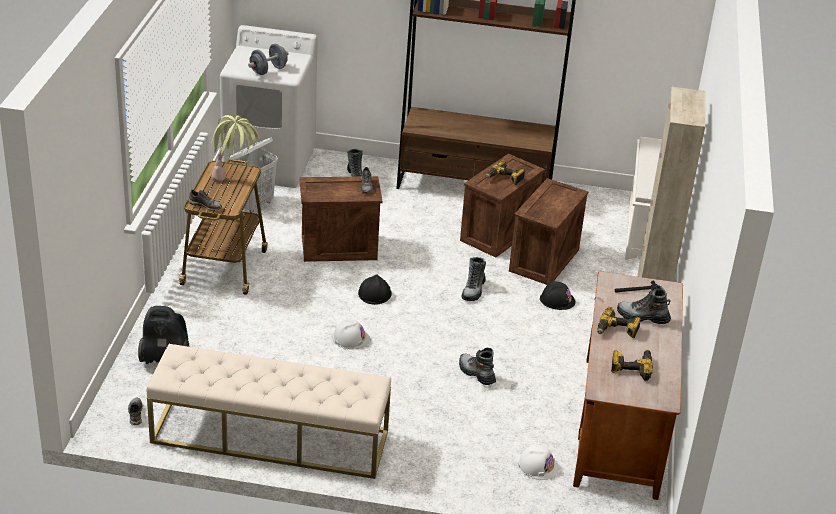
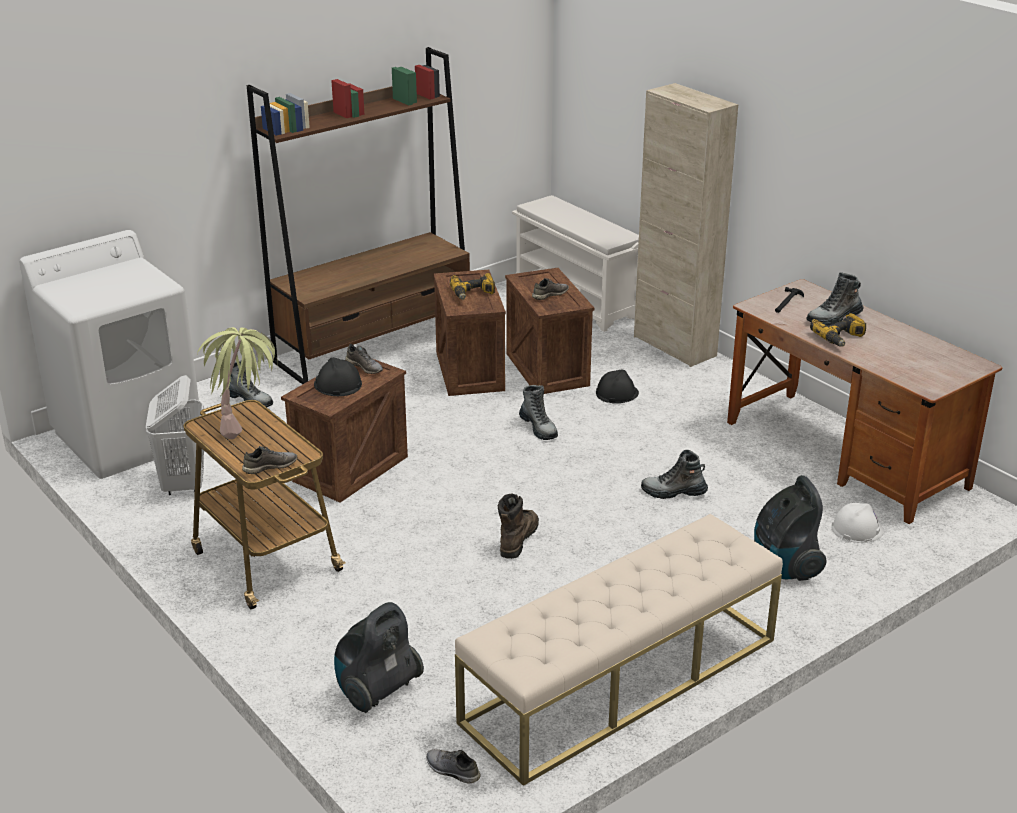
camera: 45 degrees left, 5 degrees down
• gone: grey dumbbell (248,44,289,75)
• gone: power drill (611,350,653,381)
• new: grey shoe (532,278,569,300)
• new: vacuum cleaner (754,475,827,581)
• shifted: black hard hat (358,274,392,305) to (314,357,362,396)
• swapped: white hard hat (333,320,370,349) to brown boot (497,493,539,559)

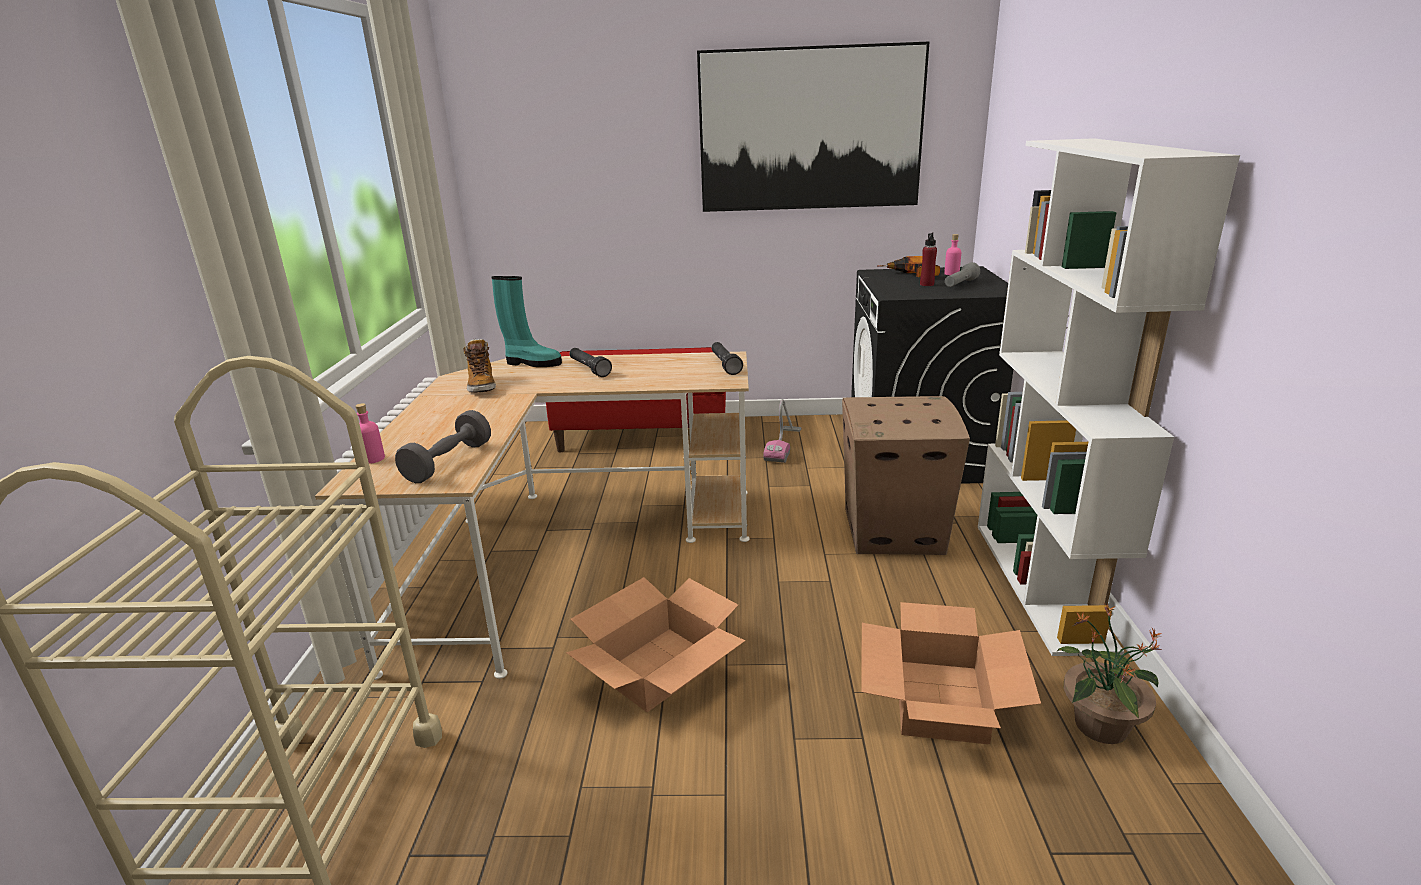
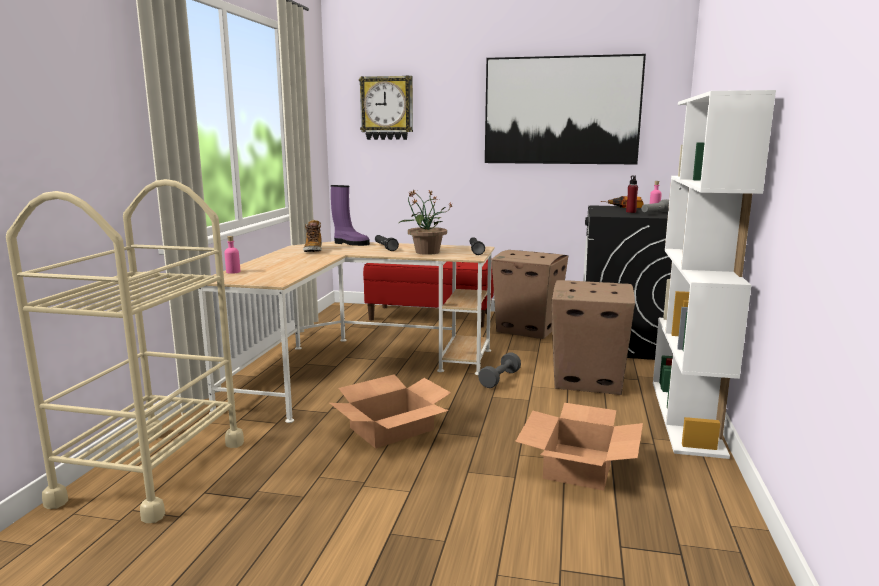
camera: 10 degrees right, 10 degrees down
• new: wall clock (359,75,413,140)
• shifted: grey dumbbell (395,410,491,483) to (478,353,521,388)
• shifted: potted plant (1056,603,1163,744) to (399,189,452,255)
• swapped: vacuum cleaner (763,399,802,463) to cardboard box (492,250,568,339)
• repainted: turquoise boot (492,276,562,367) to purple boot (331,185,370,246)

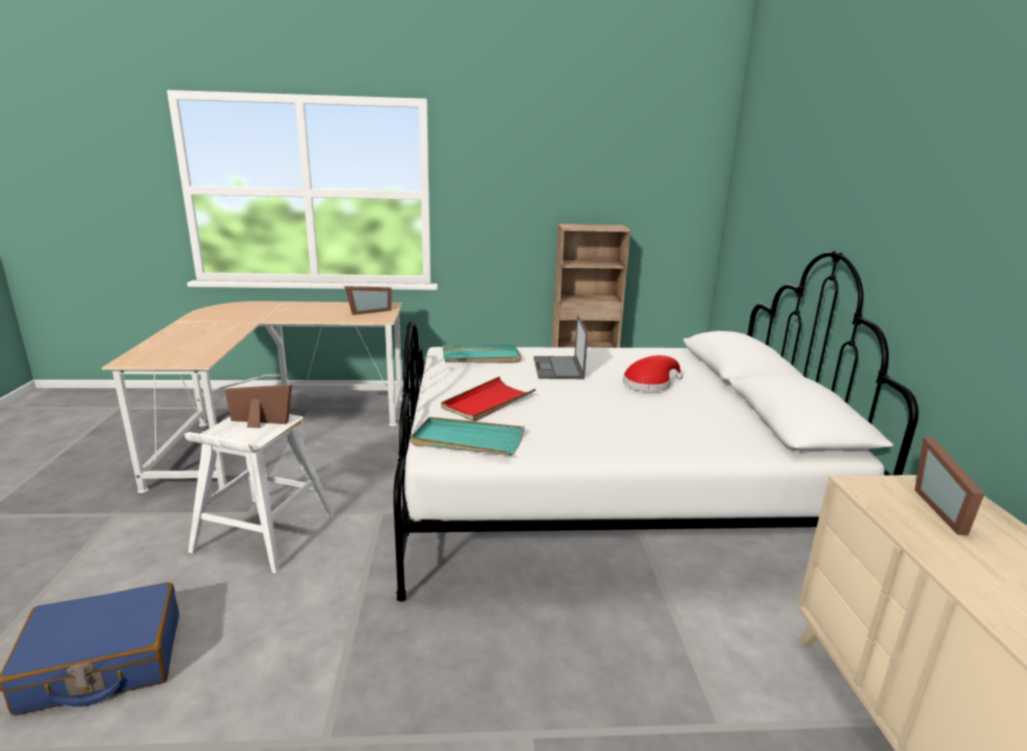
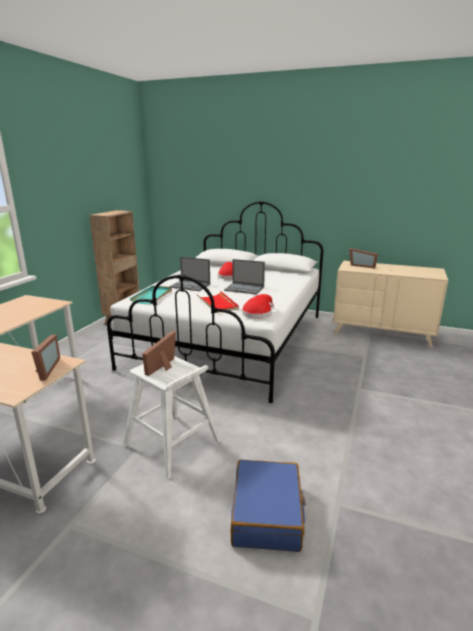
camera: 65 degrees left, 0 degrees up
• new: laptop (224,259,265,294)
• shifted: picture frame (344,286,391,315) to (31,335,60,380)
• swapped: turquoise tray (411,417,525,456) to red hat (242,294,274,319)

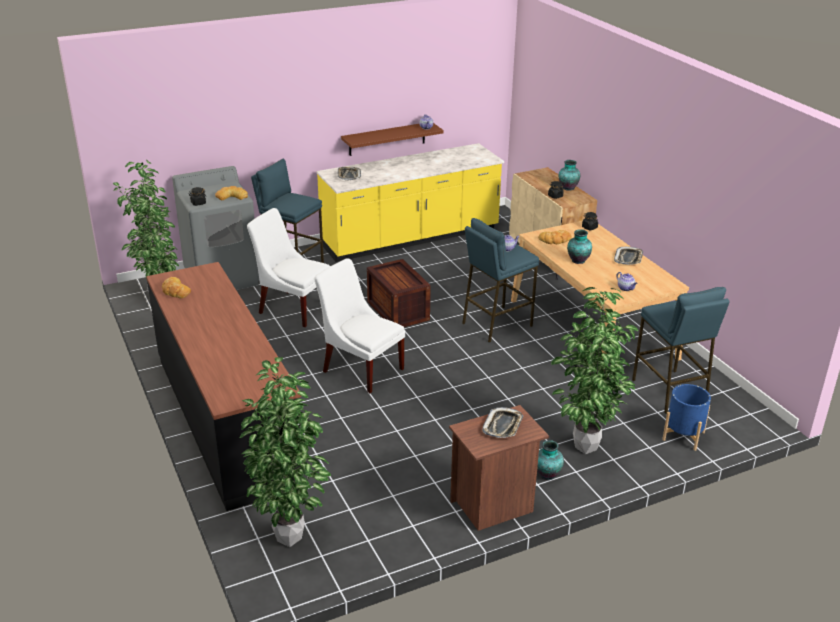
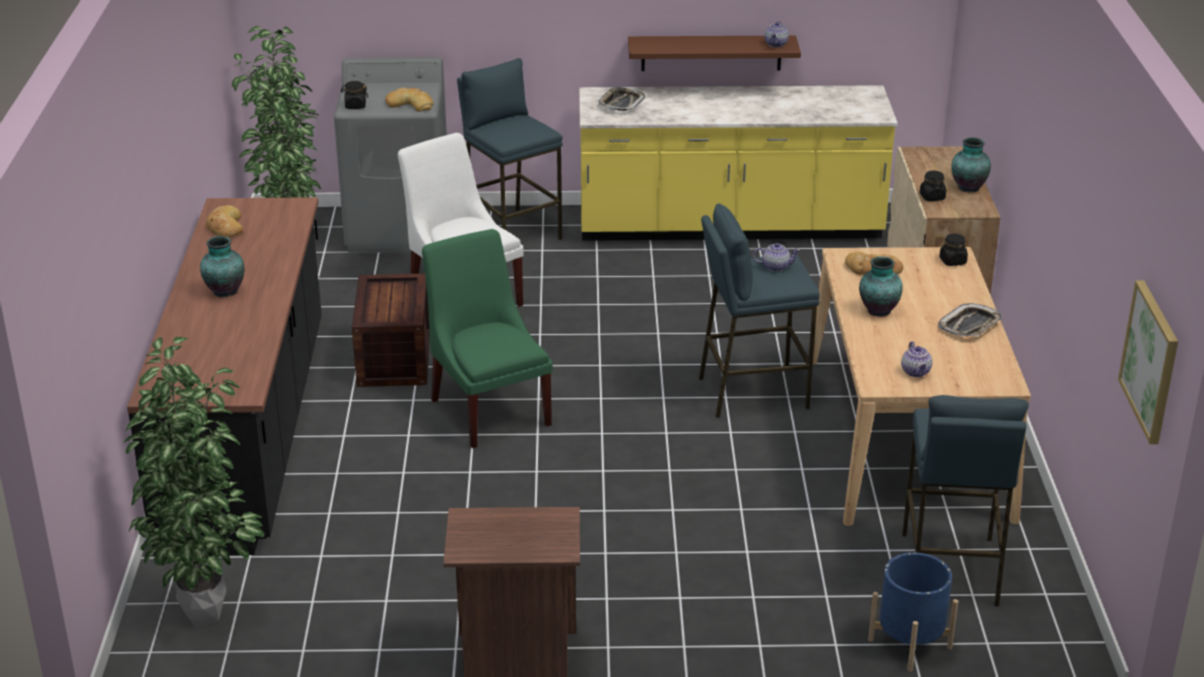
camera: 25 degrees right, 0 degrees up
• gone: tray (482,407,523,438)
• gone: potted plant (551,287,638,454)
• new: picture (1118,280,1178,444)
• shifted: crate (367,259,431,327) to (352,274,430,387)
• shifted: vase (537,440,564,480) to (200,236,245,297)
• repainted: white chair (314,258,405,393) to green chair (422,229,553,448)

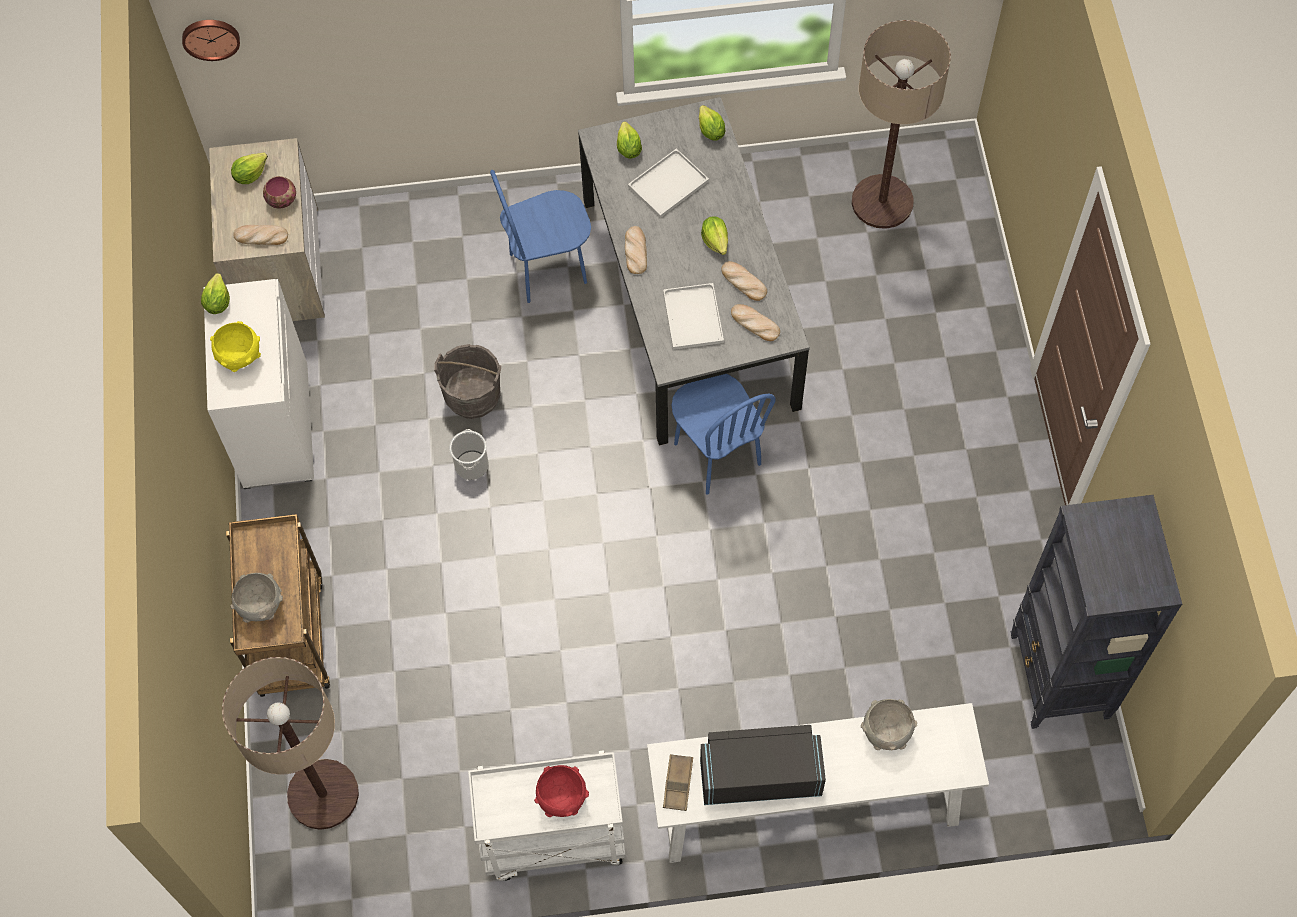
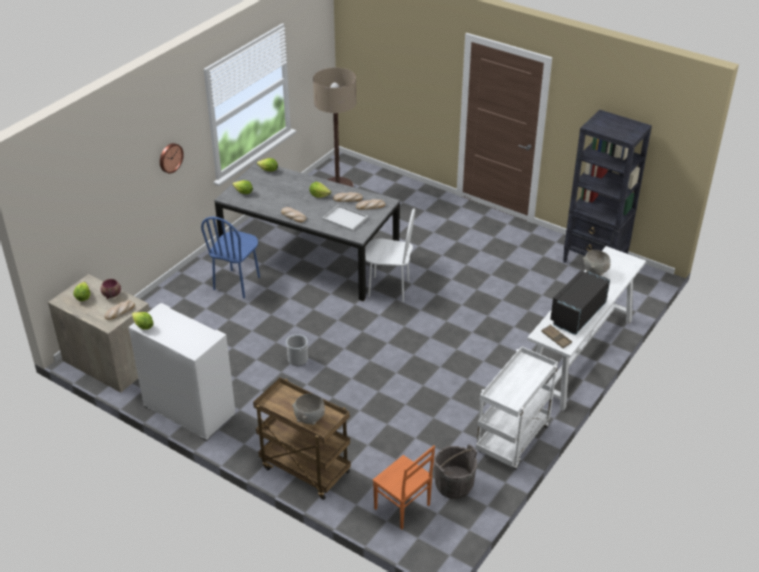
camera: 50 degrees left, 25 degrees down
• gone: yellow bowl (210,321,261,372)
• gone: red bowl (534,765,589,817)
• gone: white tray (628,148,709,218)
• shifted: wall clock (182,20,240,61) to (160,143,184,173)
• shifted: grey bucket (434,344,501,419) to (434,444,477,499)
• swapped: floor lamp (222,657,359,830) to orange chair (373,445,435,529)
• repainted: blue chair (672,374,775,495) to white chair (365,208,415,302)

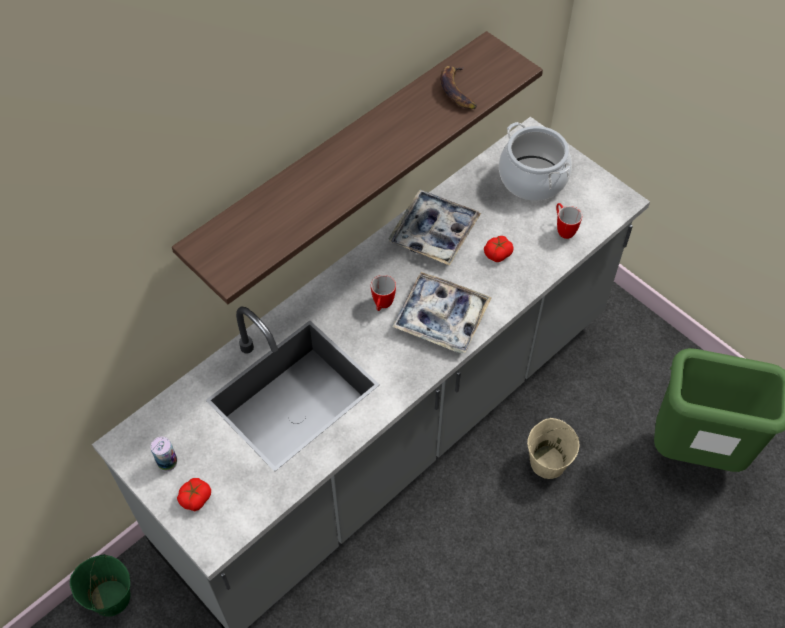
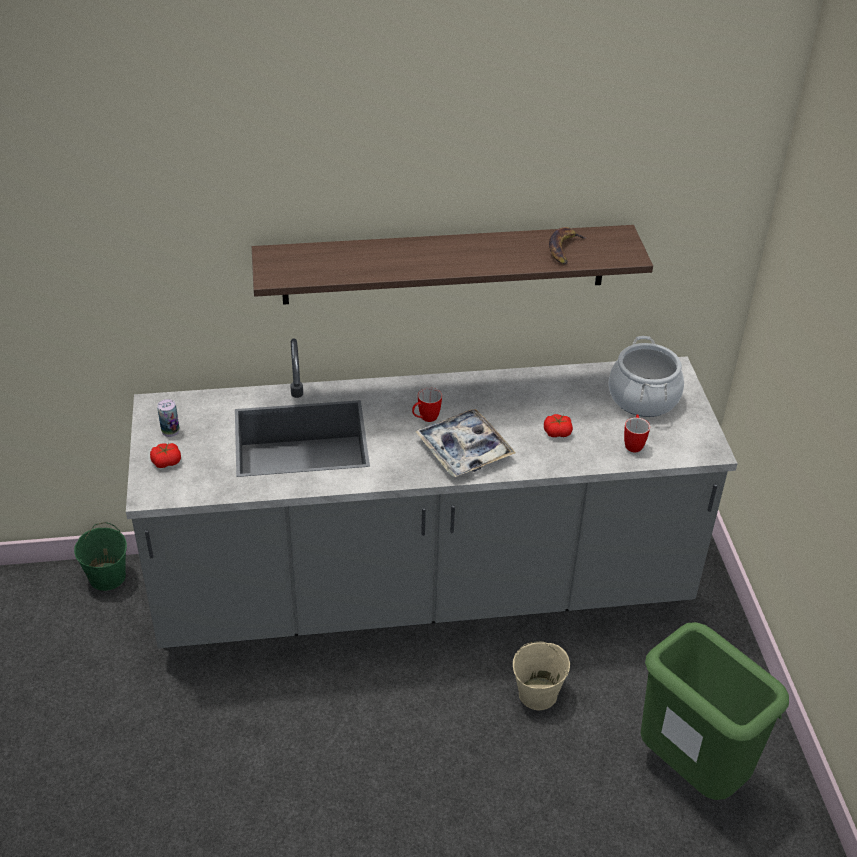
camera: 35 degrees right, 15 degrees down
• gone: tray (389,190,481,265)

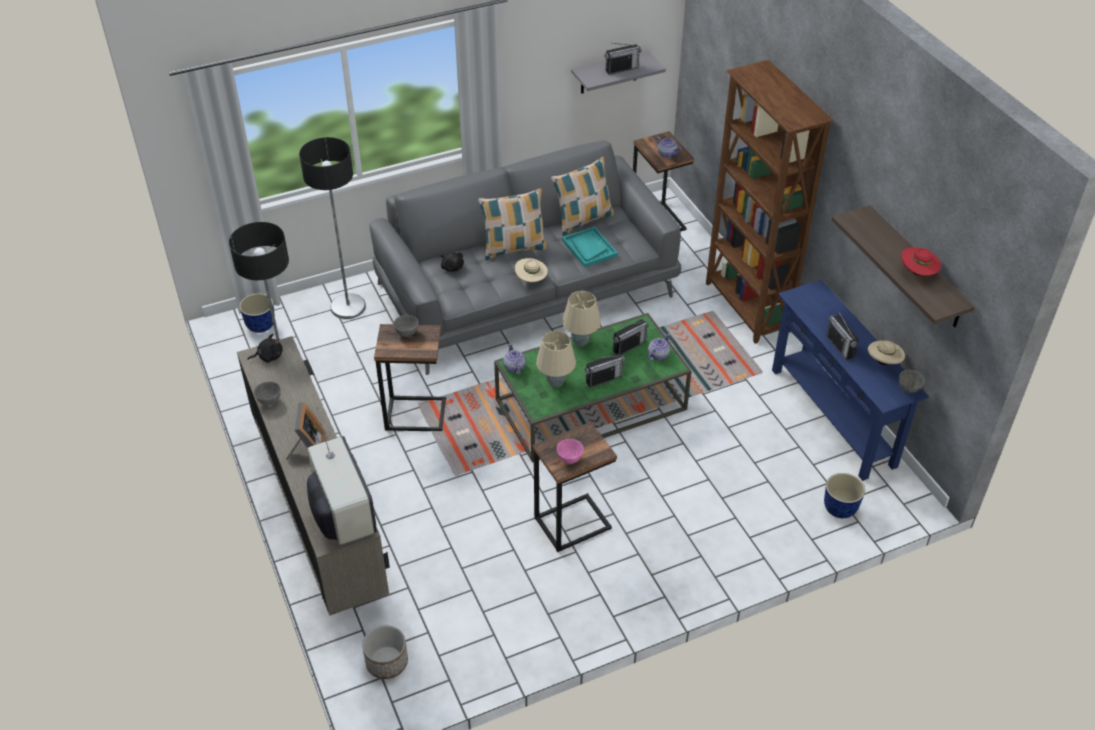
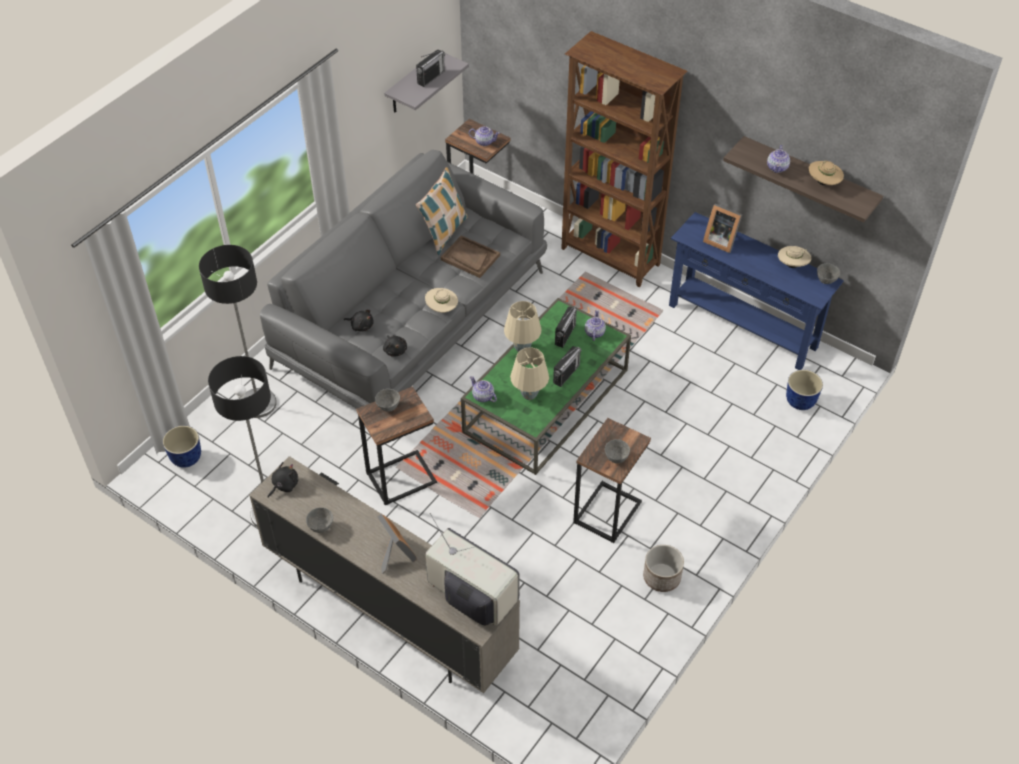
camera: 30 degrees left, 5 degrees up
• gone: pillow (478,188,547,260)
• gone: radio (827,310,859,360)
• new: black plush toy (383,335,407,357)
• new: picture frame (703,204,742,253)
• new: teapot (767,145,790,173)
• shifted: planter (362,625,408,679) to (643,545,684,592)
• repainted: pink bowl (557,439,584,464) to grey bowl (605,439,630,463)
• repainted: turquoise tray (562,226,618,267) to brown tray (441,235,500,278)
• repainted: red hat (901,247,941,276) to beige hat (809,161,844,185)

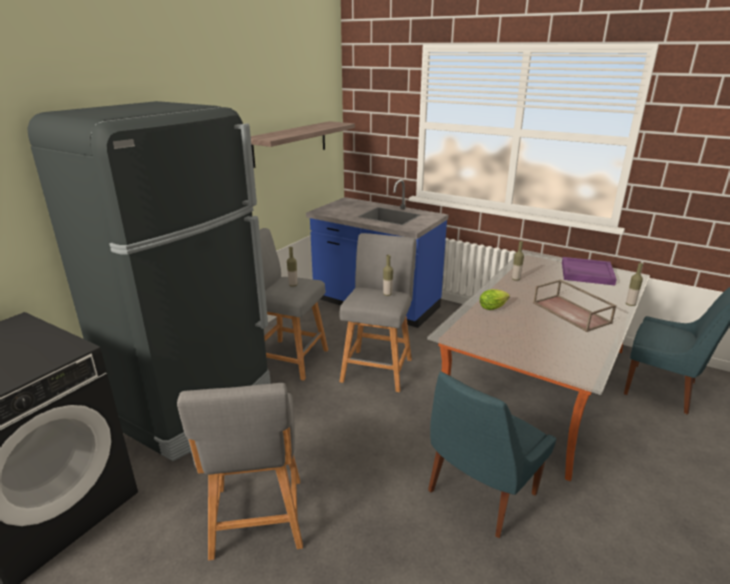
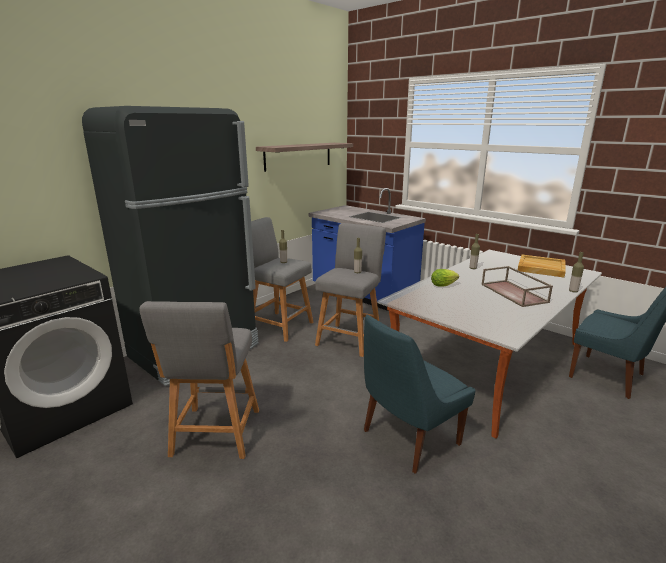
camera: 10 degrees right, 5 degrees down
• repainted: purple tray (562,257,617,285) to beige tray (518,255,566,277)

